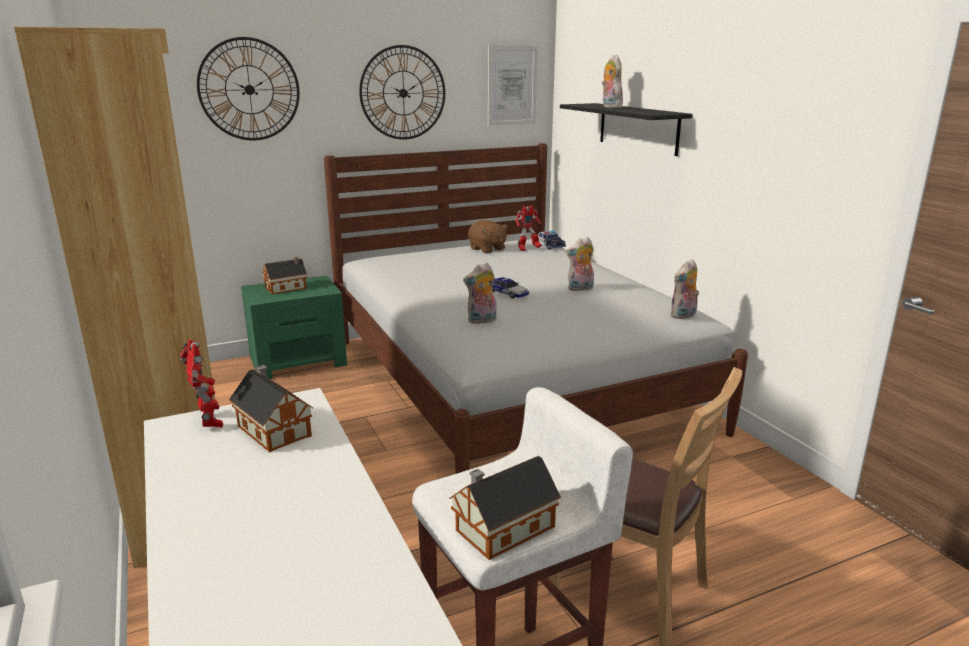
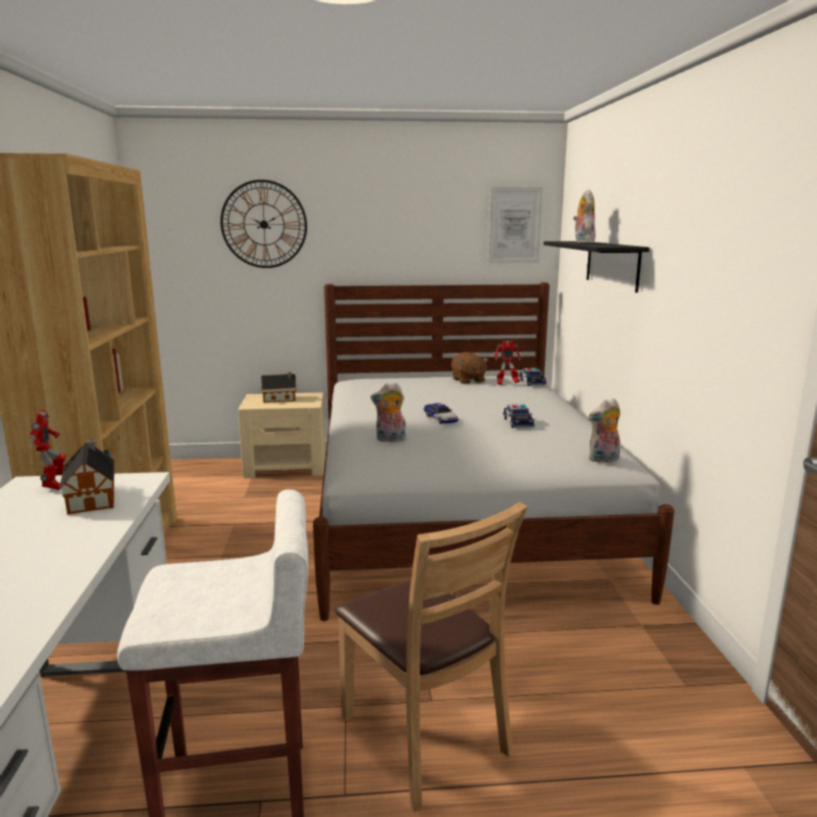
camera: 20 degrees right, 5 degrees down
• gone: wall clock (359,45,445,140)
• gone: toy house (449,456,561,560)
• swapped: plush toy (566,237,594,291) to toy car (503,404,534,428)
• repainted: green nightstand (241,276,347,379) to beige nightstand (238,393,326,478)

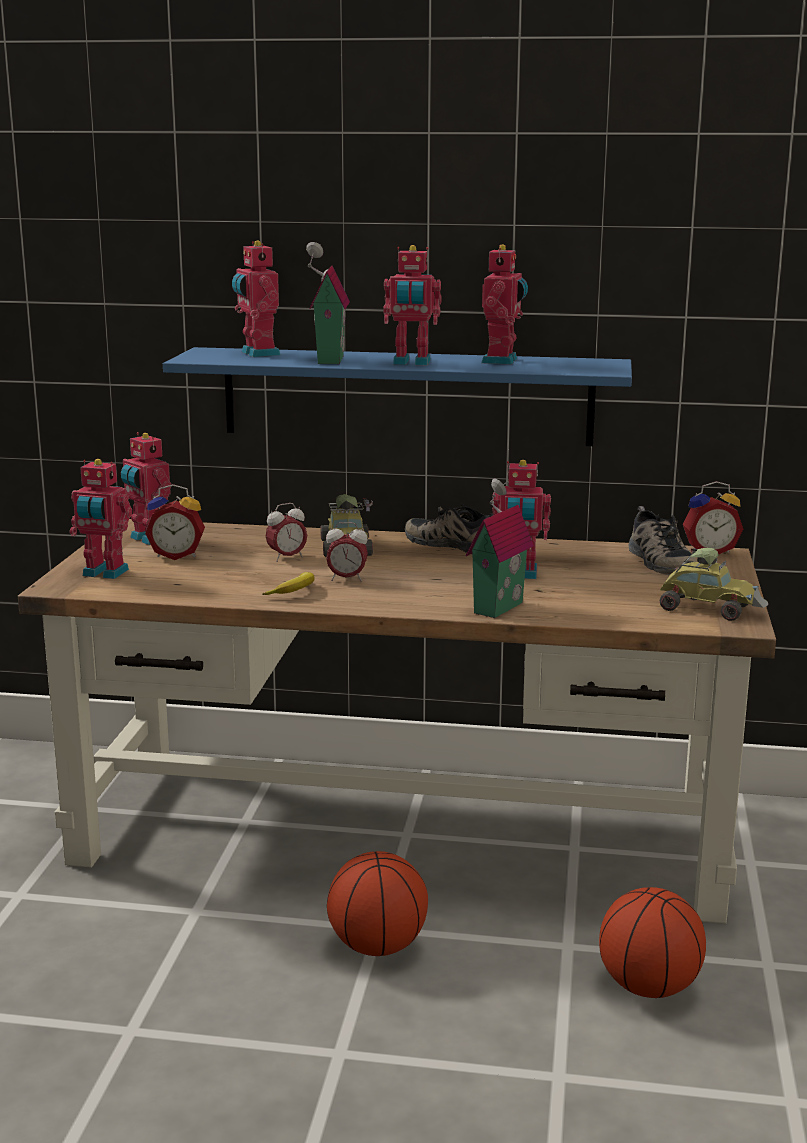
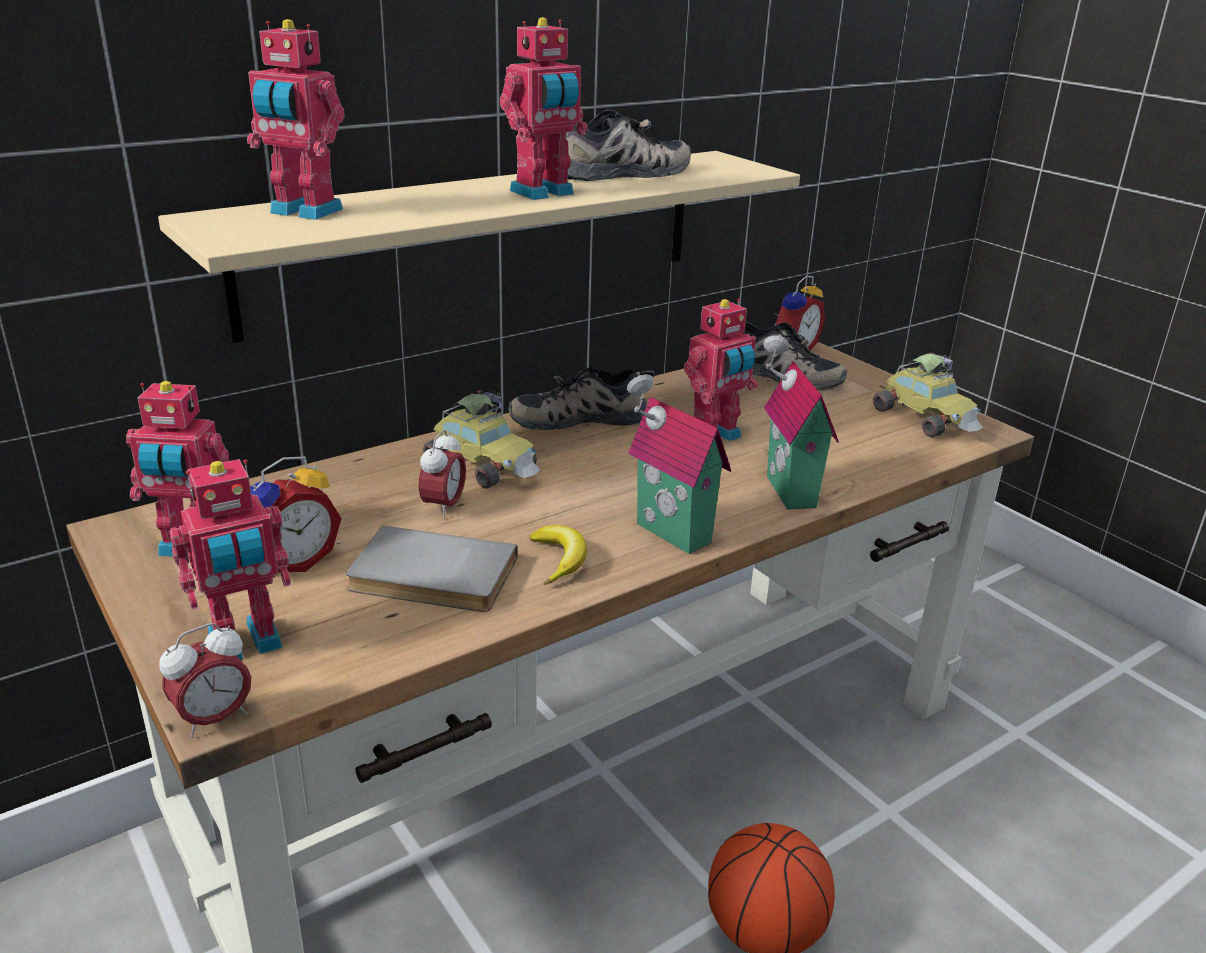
camera: 45 degrees left, 10 degrees up
• gone: basketball (599,887,706,998)
• new: grey book (346,526,518,612)
• shifted: toy house (306,242,350,364) to (627,372,731,554)
• shifted: alarm clock (326,522,368,582) to (159,623,251,738)
• swapped: toy robot (481,244,528,365) to shoe (566,109,691,181)
• repainted: blue shelf (163,347,632,446) to beige shelf (158,151,800,343)
• rotated: toy car (659,548,768,621) = (873,353,983,437) 75 degrees clockwise

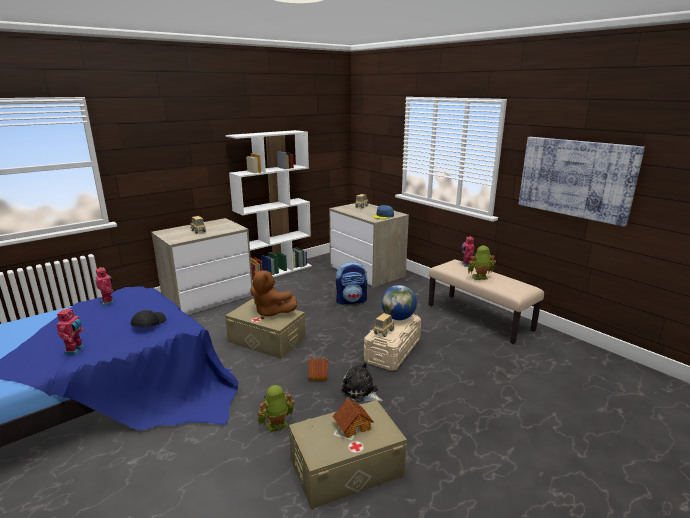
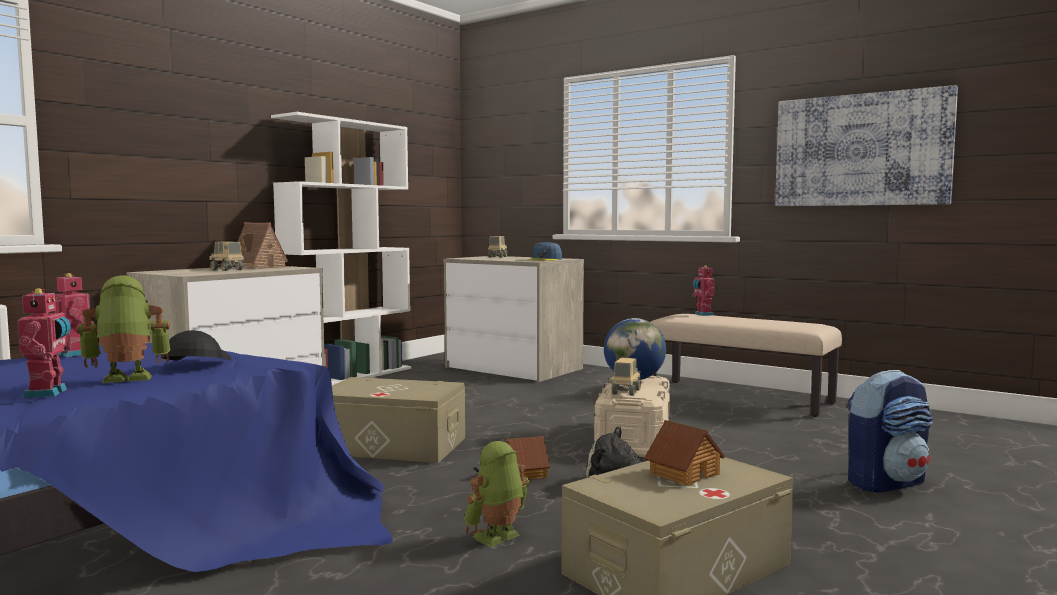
camera: 15 degrees left, 15 degrees down
• gone: brown plush toy (250,270,297,319)
• new: toy house (231,222,291,269)
• shifted: backpack (336,261,367,304) to (847,370,933,493)
• shifted: toy robot (468,246,496,280) to (76,275,171,383)

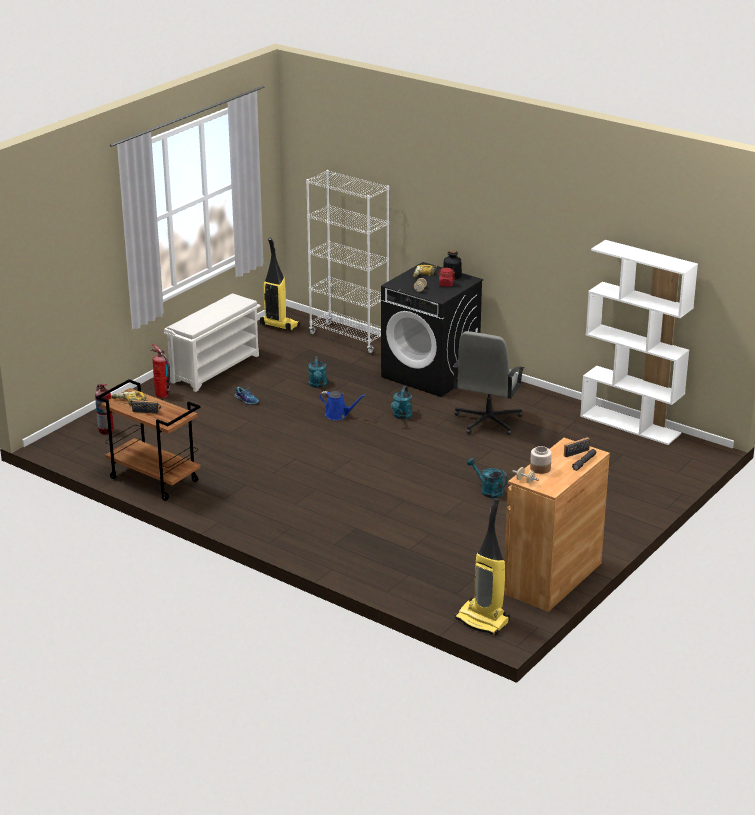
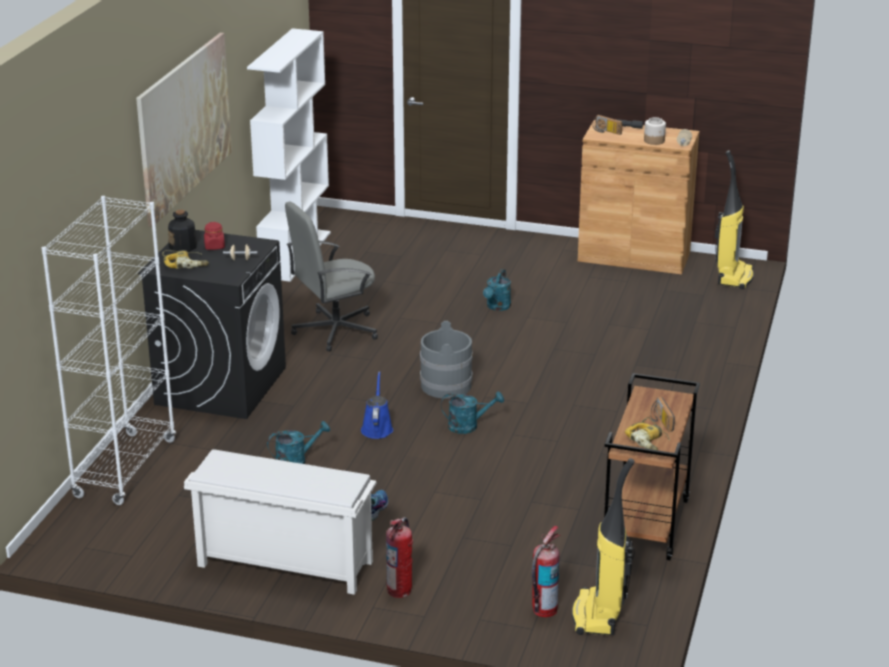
camera: 110 degrees left, 0 degrees up
• new: picture (136,33,232,227)
• new: grey bucket (420,321,473,399)
• shifted: vacuum cleaner (260,238,300,331) to (572,458,635,635)
• shifted: turquoise watering can (391,386,412,419) to (441,391,504,434)
• rotated: grey office chair (453,331,524,435) = (285,202,378,352) 150 degrees clockwise

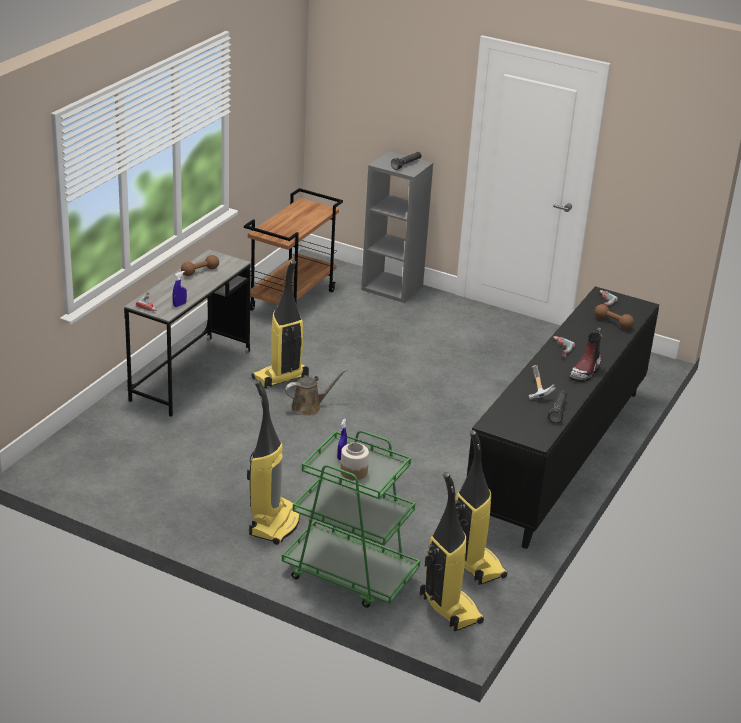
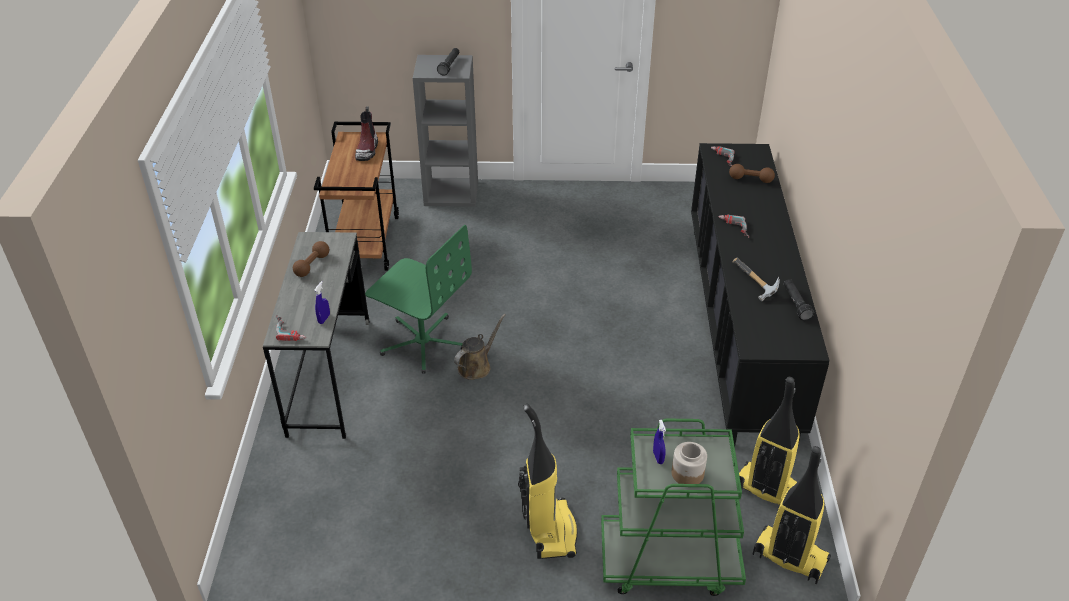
camera: 25 degrees left, 10 degrees up
• shifted: boot (569,327,602,382) to (355,106,378,161)
• swapped: vacuum cleaner (251,260,309,389) to green office chair (365,225,472,374)

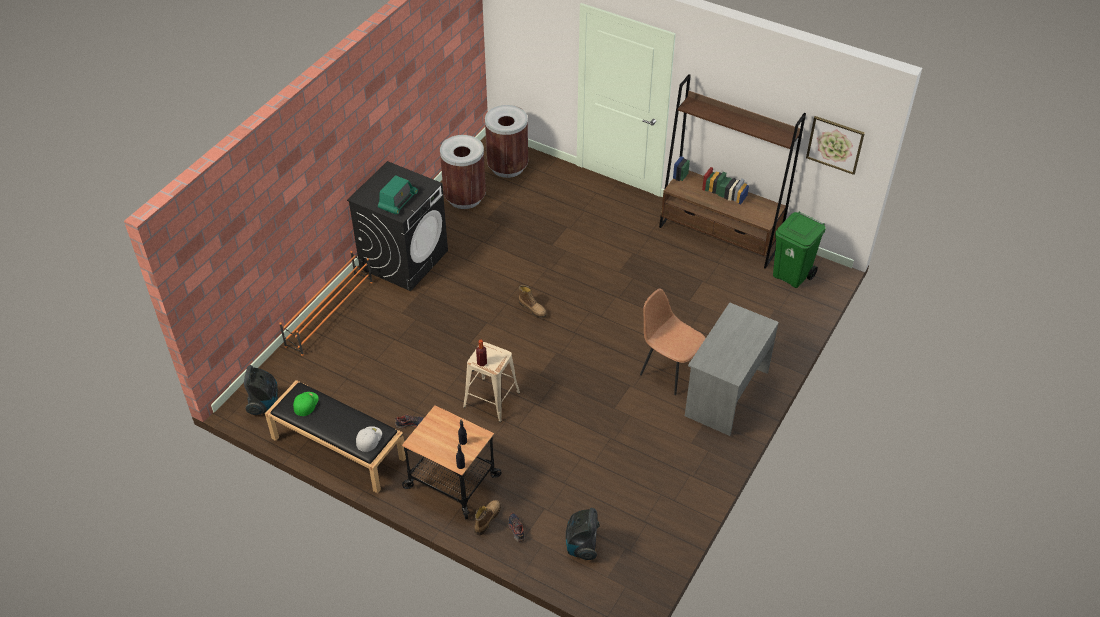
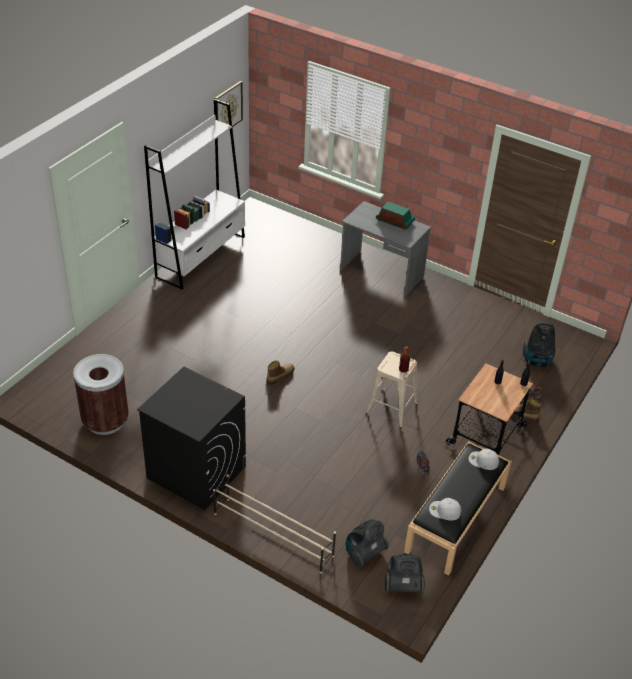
camera: 90 degrees left, 5 degrees down
• gone: brown trash can (485,105,528,178)
• gone: brown chair (640,288,706,395)
• gone: green trash can (773,212,826,288)
• new: vacuum cleaner (346,519,389,567)
• shifted: radio (378,175,418,215) to (376,202,415,230)
• repainted: orange shoe rack (279,251,373,356) to beige shoe rack (213,474,336,573)
• repainted: green cap (293,392,319,416) to white cap (429,498,461,521)
• repainted: brown bookcase (659,74,806,269) to white bookcase (144,99,245,290)

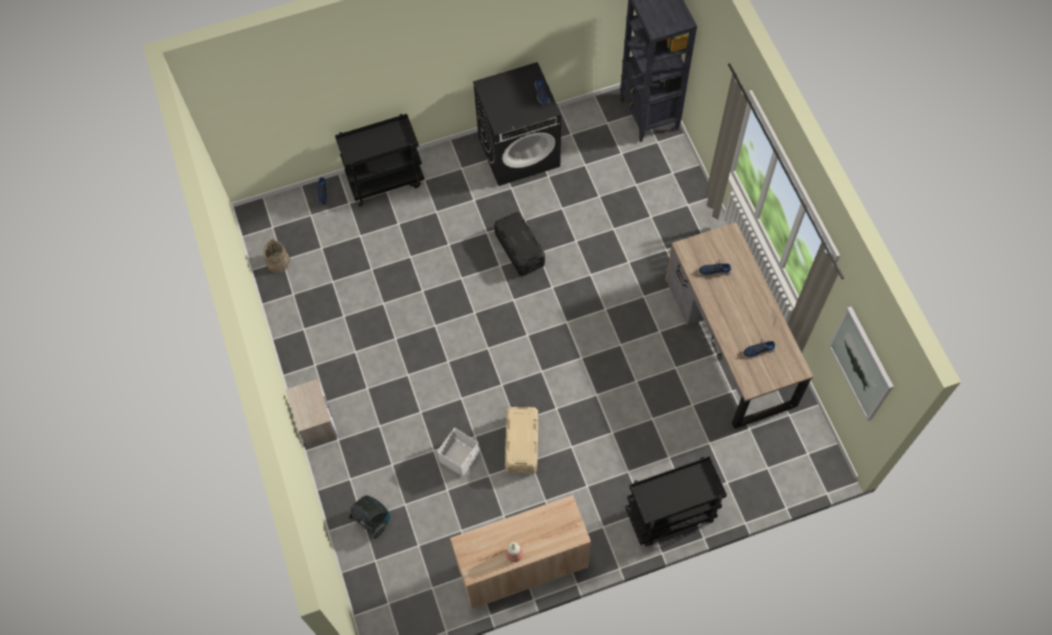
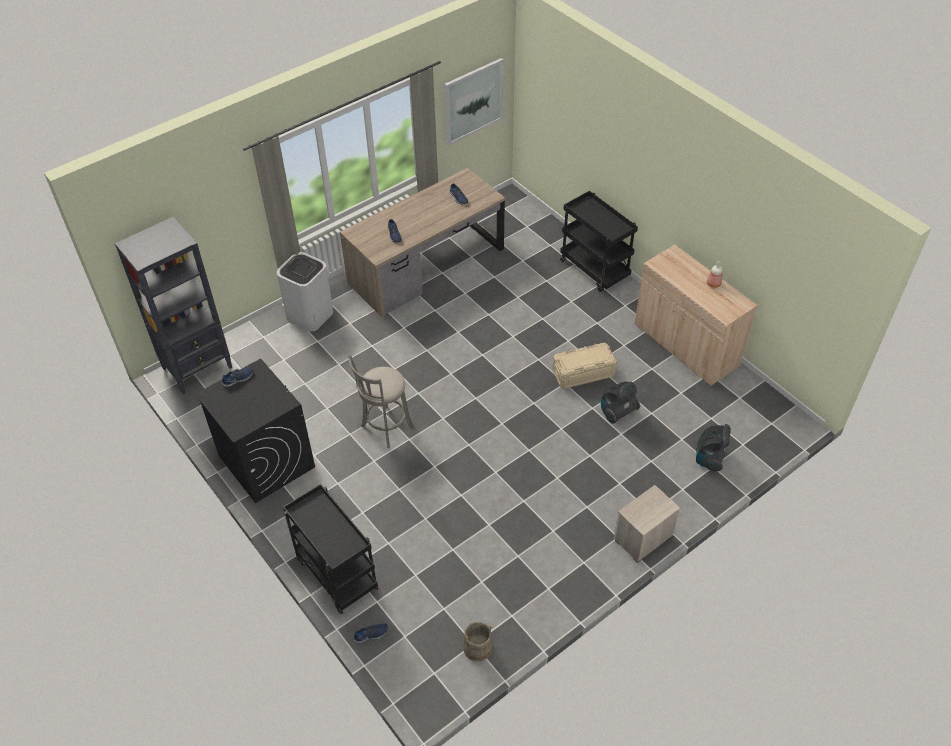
camera: 110 degrees left, 15 degrees down
• new: white trash can (277,252,334,331)
• swapped: white storage box (437,428,480,477) to vacuum cleaner (601,382,640,424)
• swapped: black storage box (494,212,545,276) to grey stool (348,355,414,448)

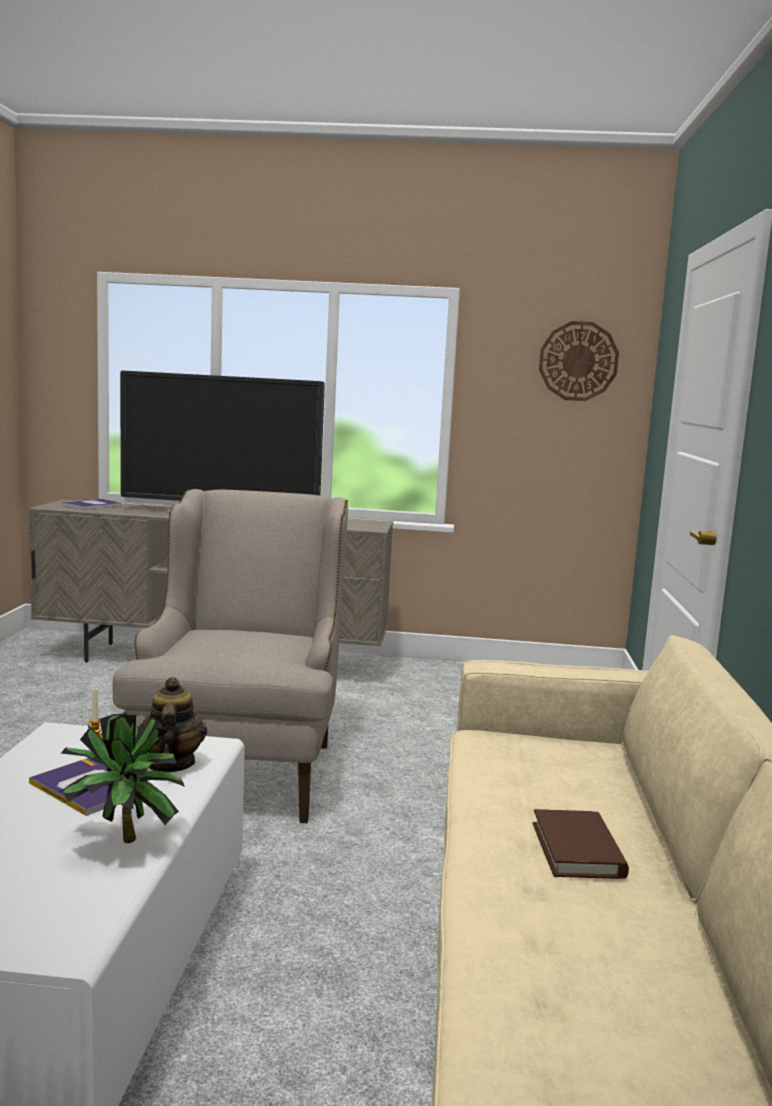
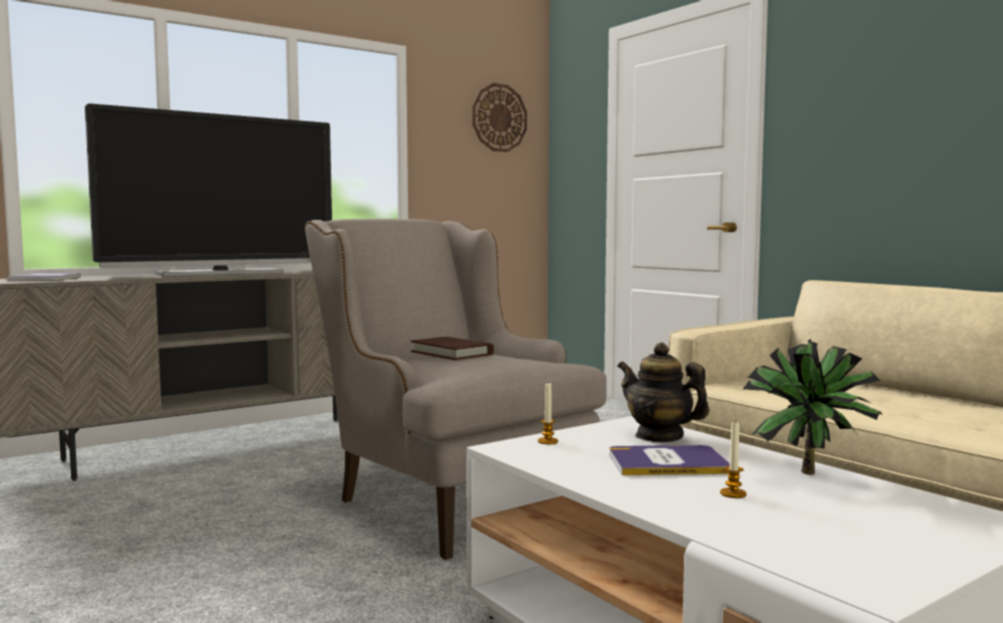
camera: 40 degrees left, 5 degrees down
• new: candle (720,420,747,498)
• shifted: brown book (533,809,629,879) to (411,337,494,360)

